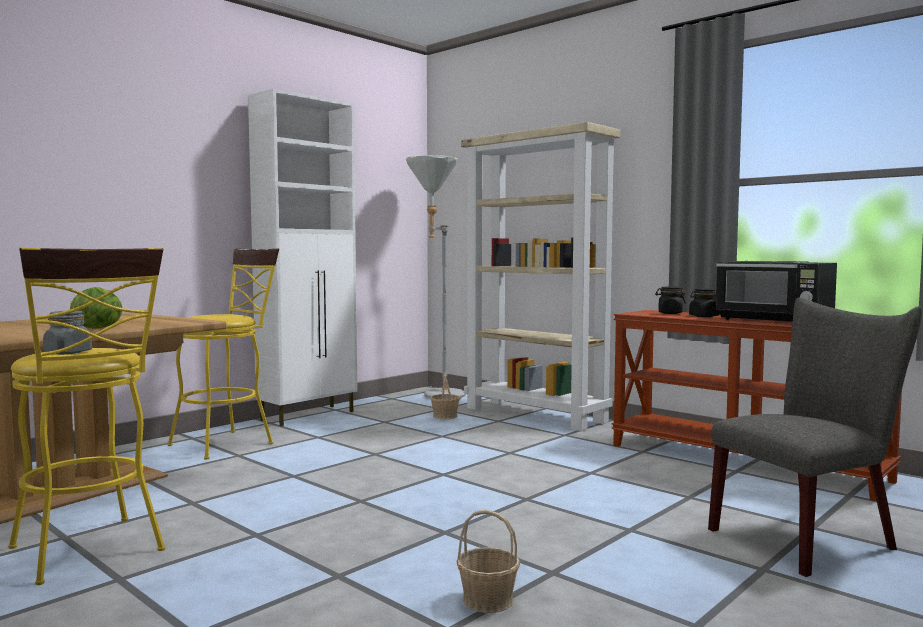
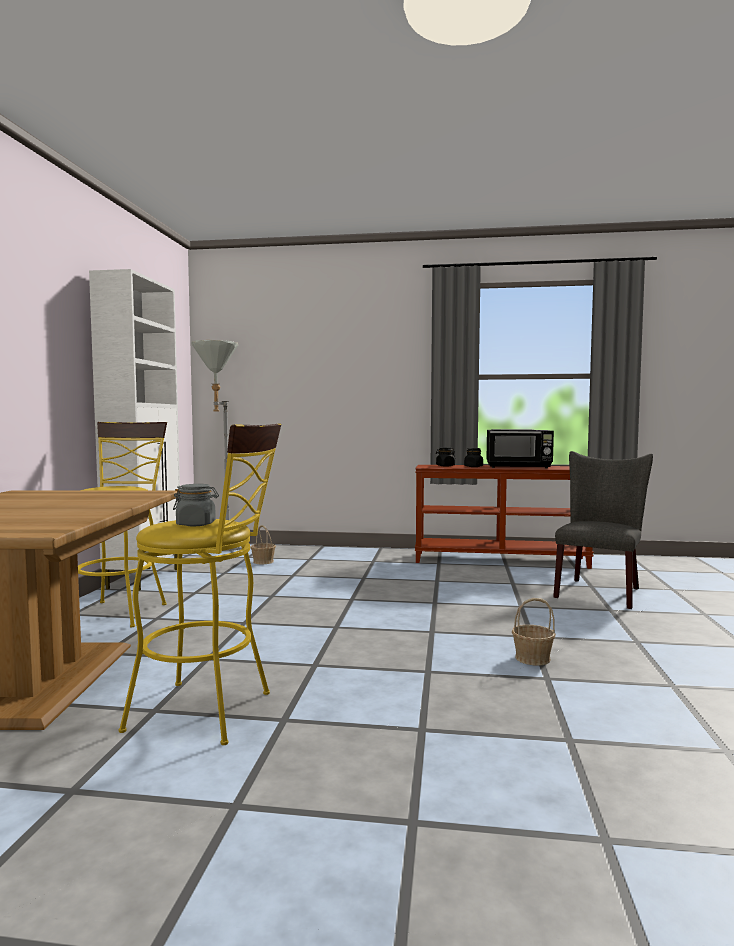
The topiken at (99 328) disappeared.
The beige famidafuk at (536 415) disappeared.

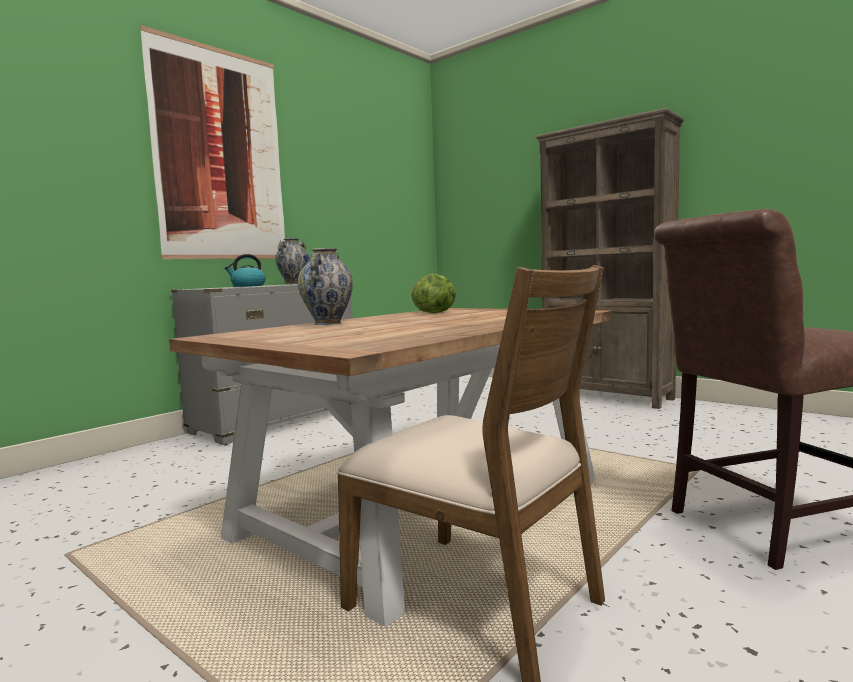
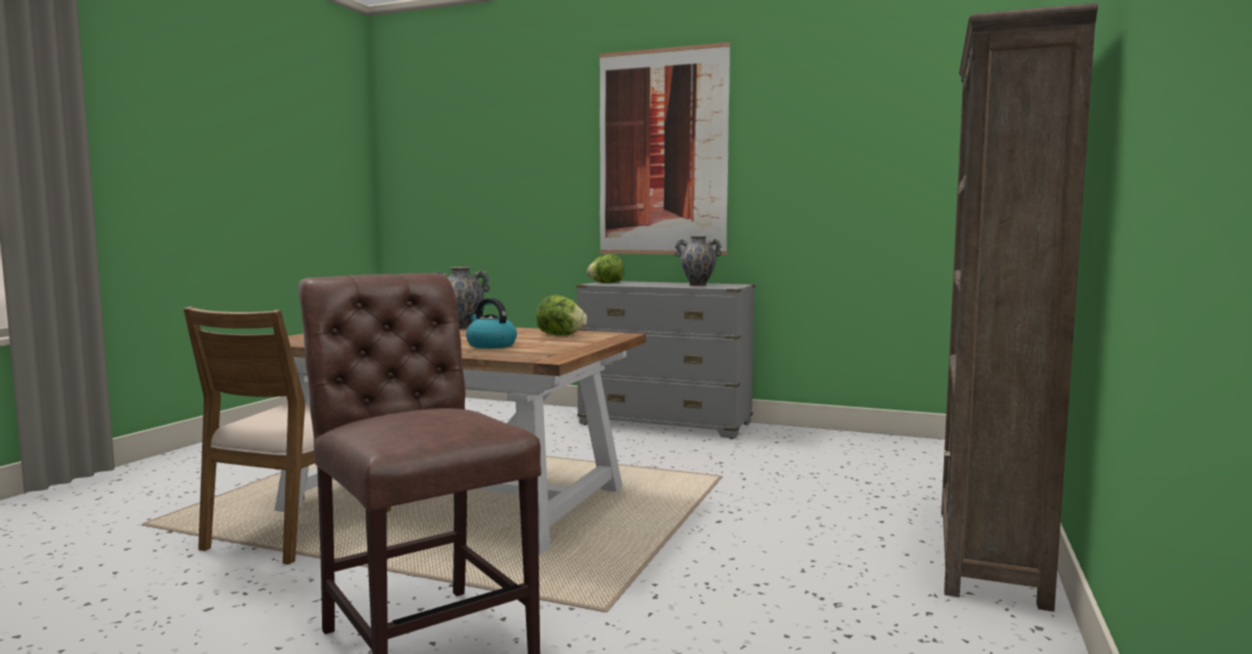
The topiken at (606 283) appeared.
The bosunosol moved from (247 286) to (490 345).

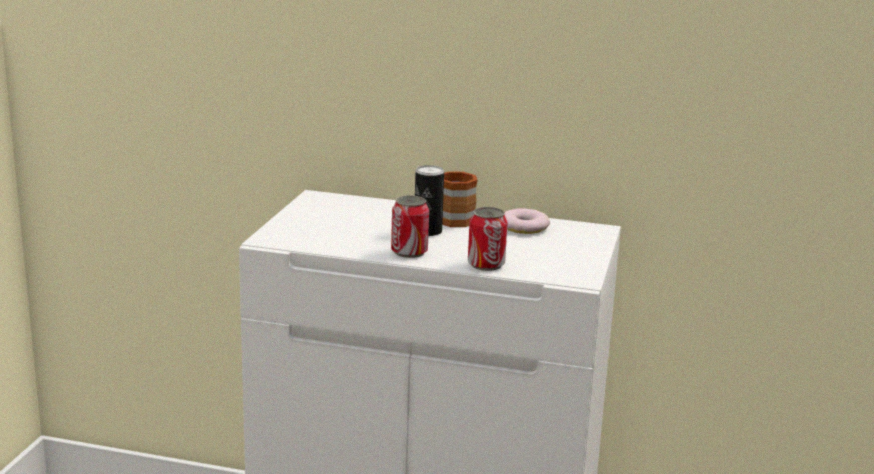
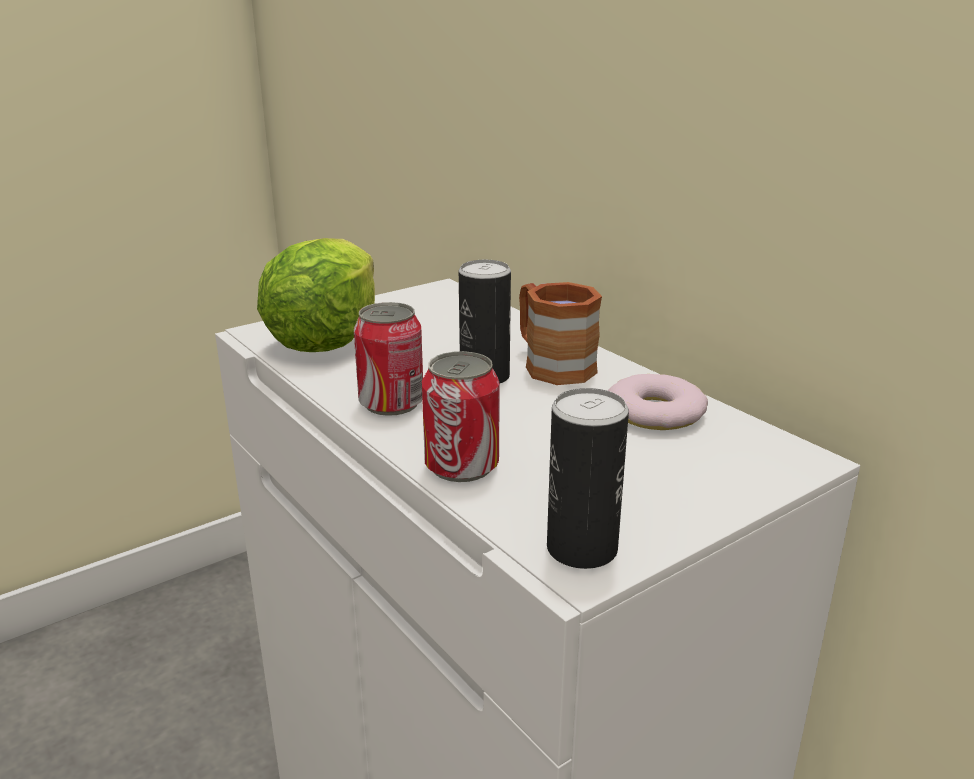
The topiken at (326 338) appeared.
The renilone at (582 549) appeared.

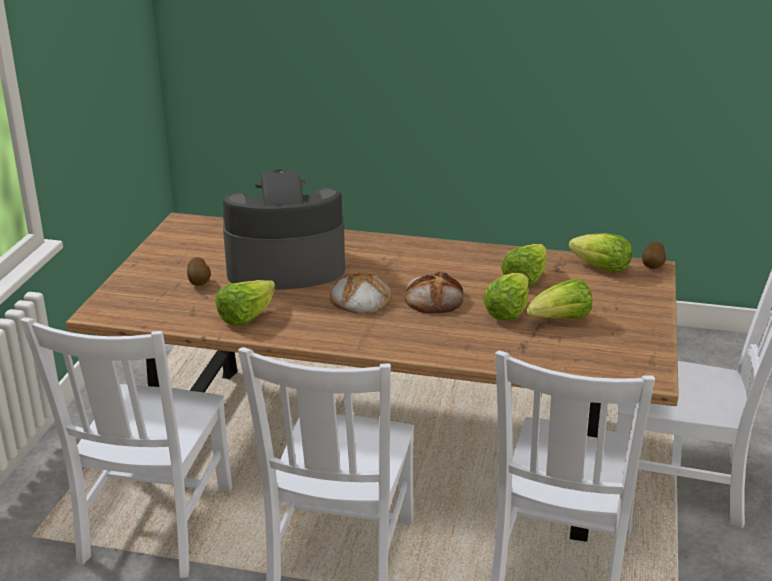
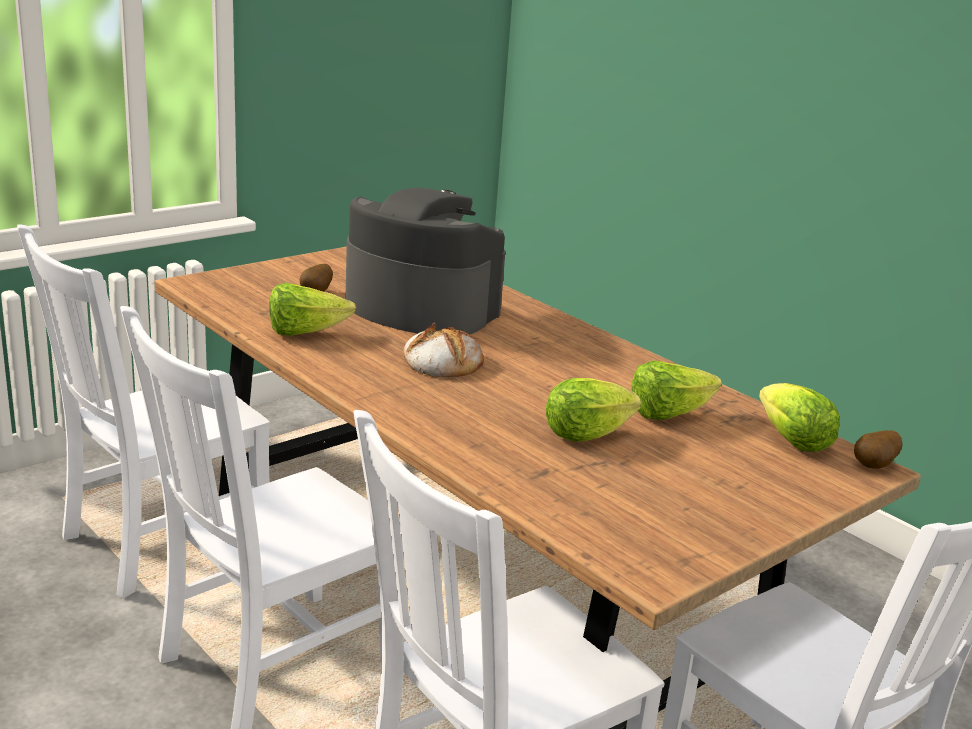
The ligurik at (434 299) disappeared.
The topiken at (560 320) disappeared.

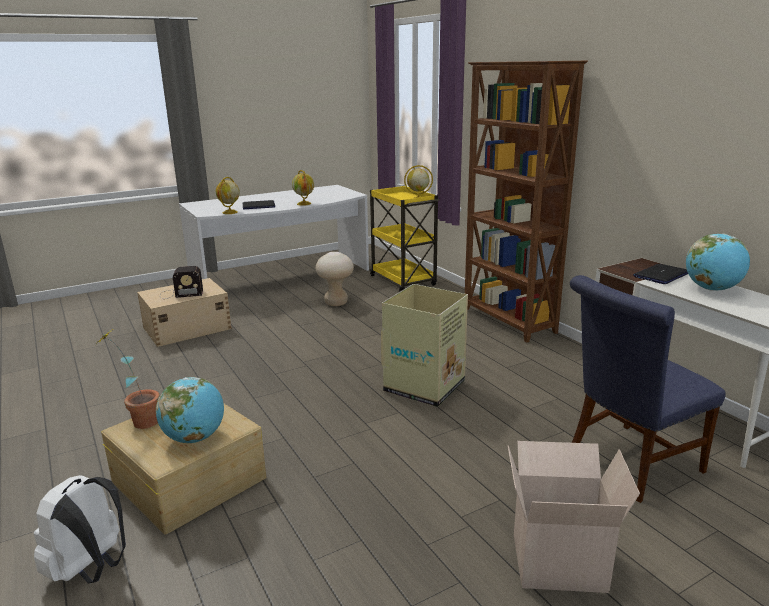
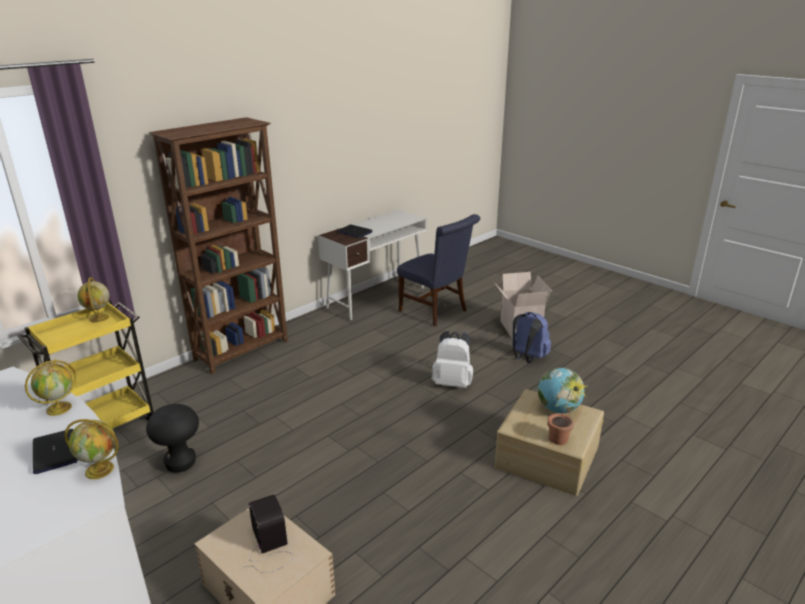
The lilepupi at (425 386) disappeared.
The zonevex at (712 289) disappeared.
The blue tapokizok at (527 358) appeared.
The white tapokizok moved from (91 568) to (452 383).
The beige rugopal at (336 303) became the black rugopal at (181 464).

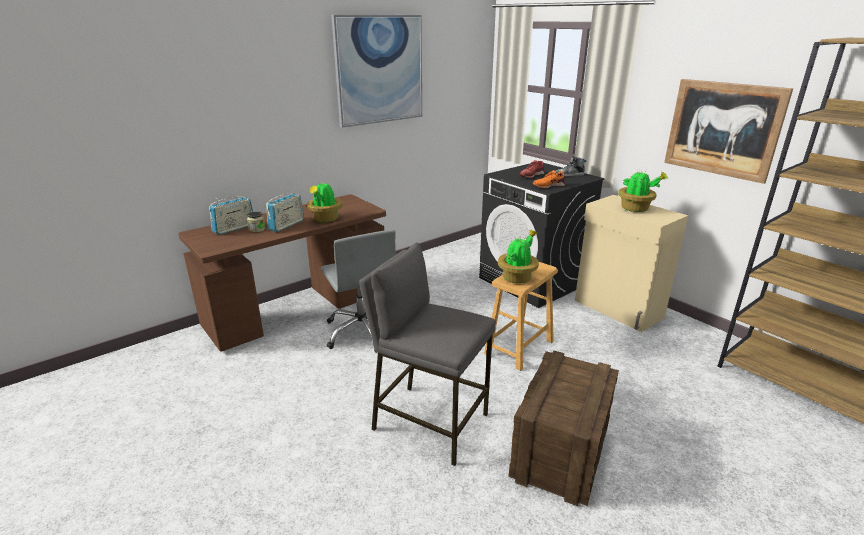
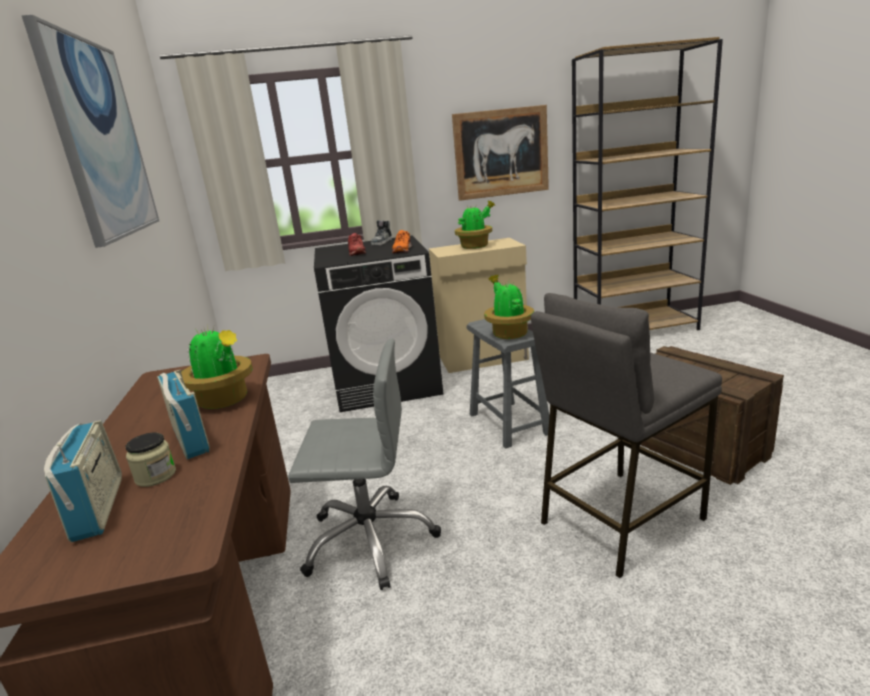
The brown rugopal at (519 347) became the grey rugopal at (509 424).

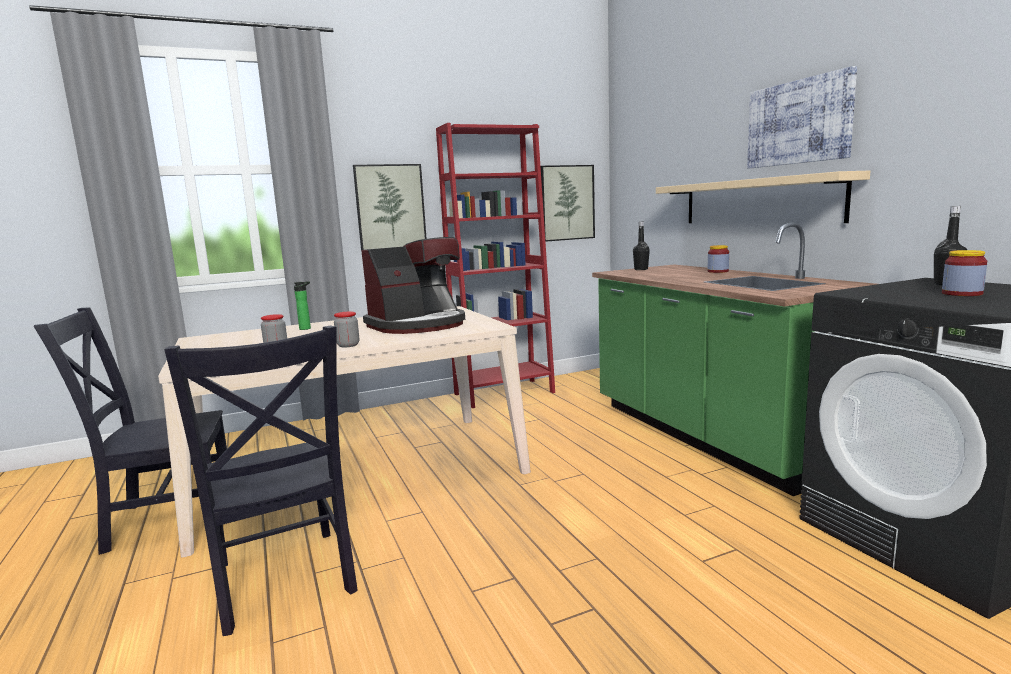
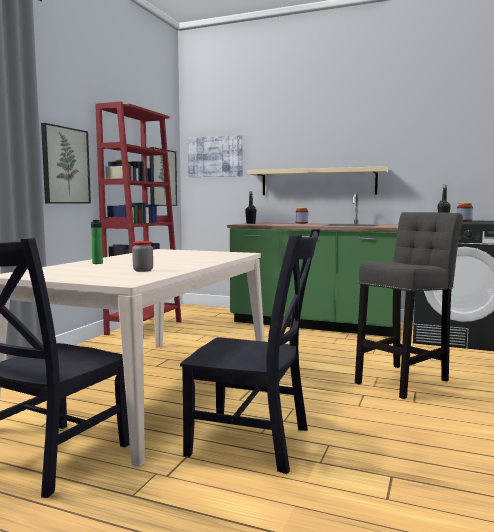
The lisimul at (348 345) disappeared.
The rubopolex at (418 325) disappeared.
The grey rugopal at (404 380) appeared.
The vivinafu moved from (798 122) to (215 156).

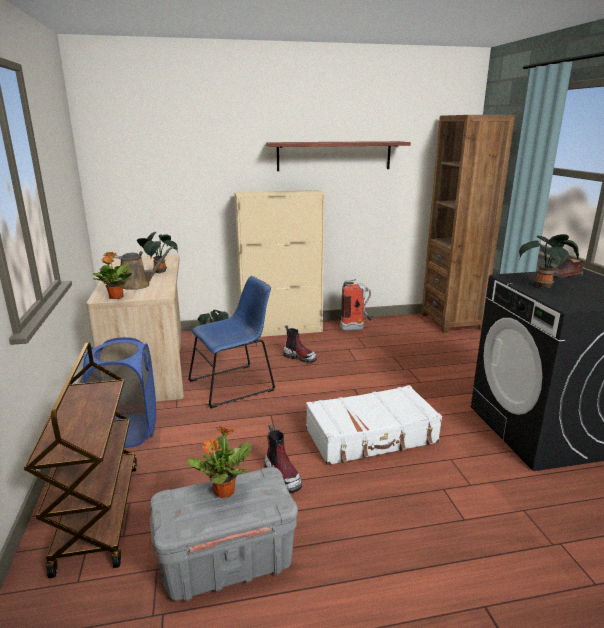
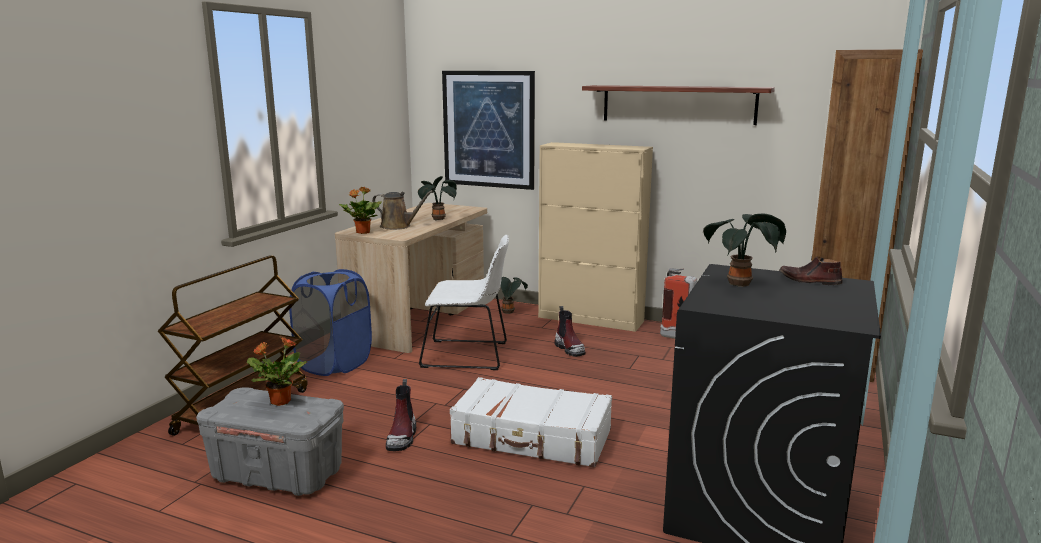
The vivinafu at (488 129) appeared.
The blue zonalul at (235 384) became the white zonalul at (469 355).

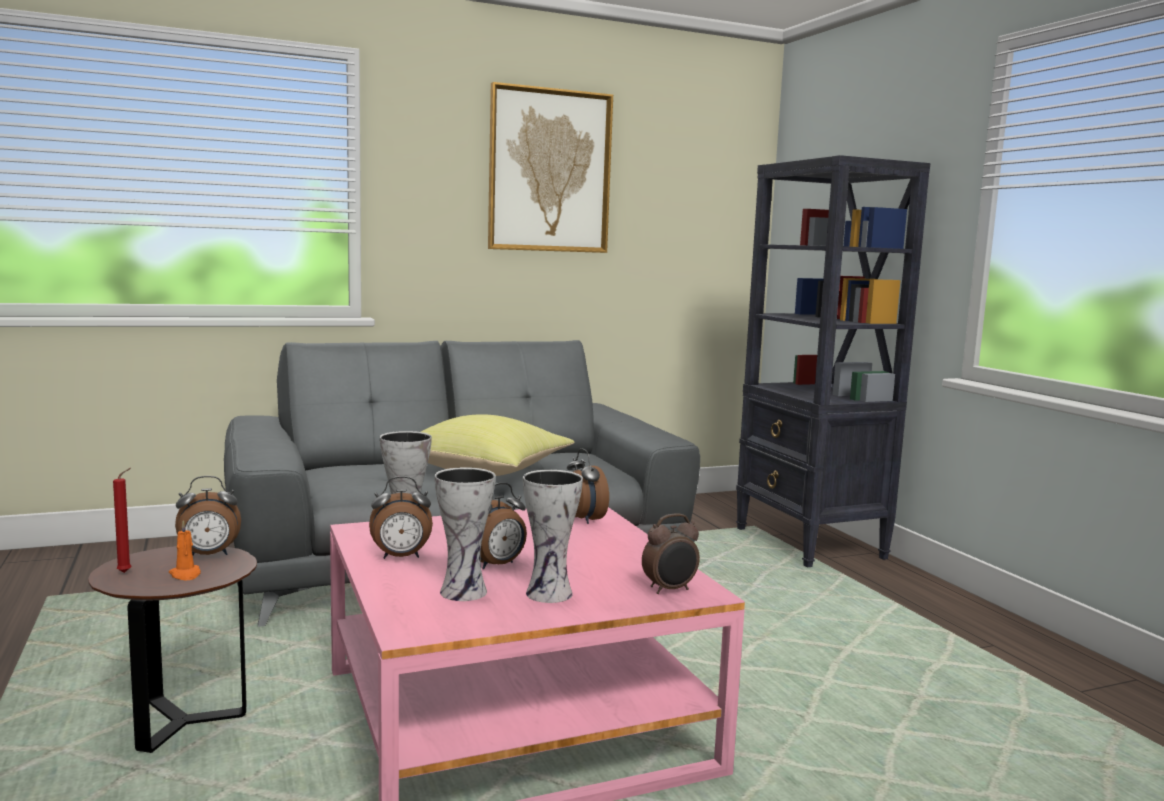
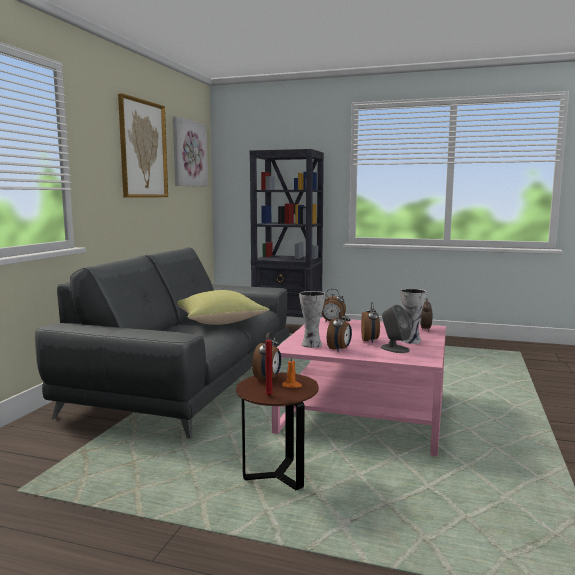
The vivinafu at (189 153) appeared.
The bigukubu at (465 591) was replaced by the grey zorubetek at (394 349).

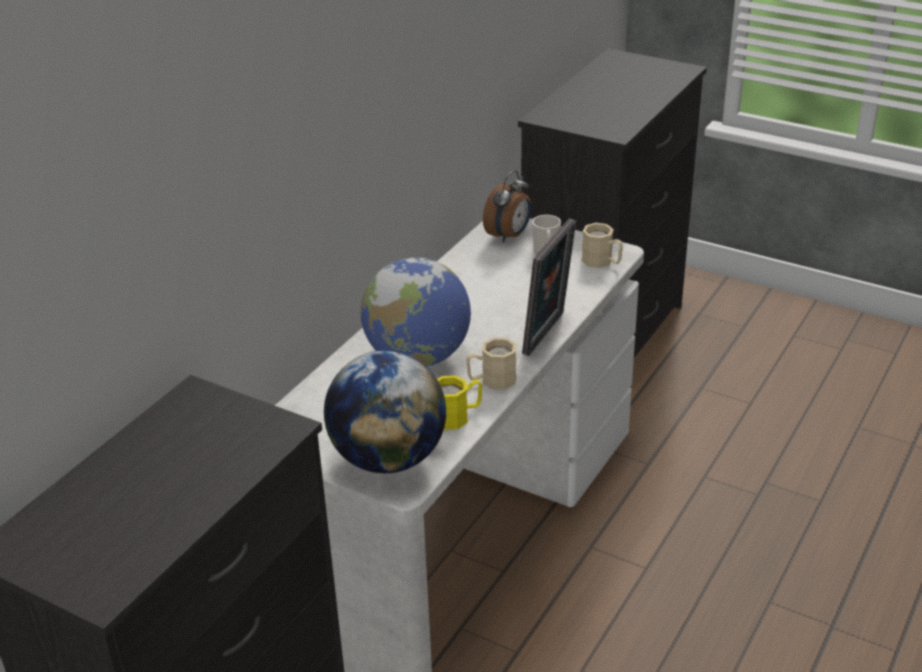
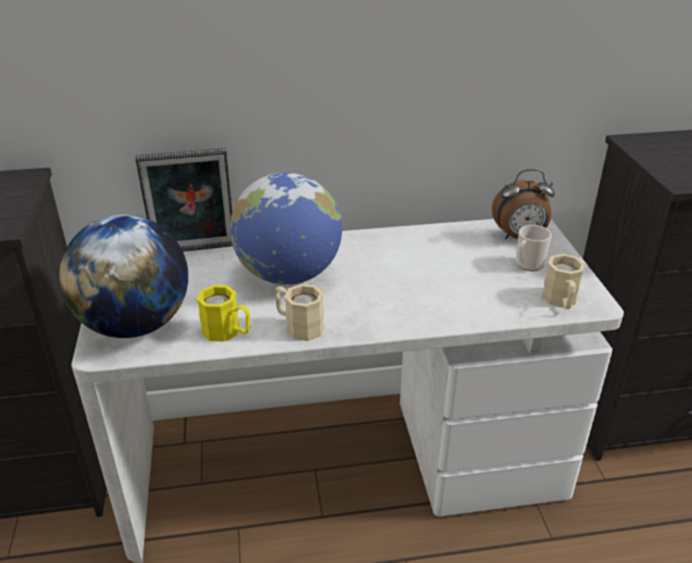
The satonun moved from (548 334) to (195 251).

